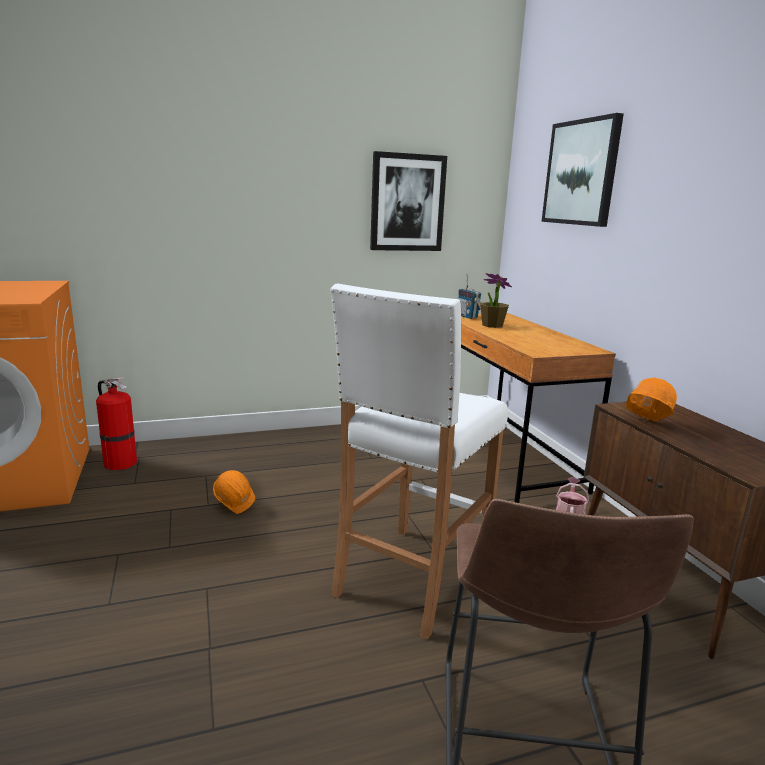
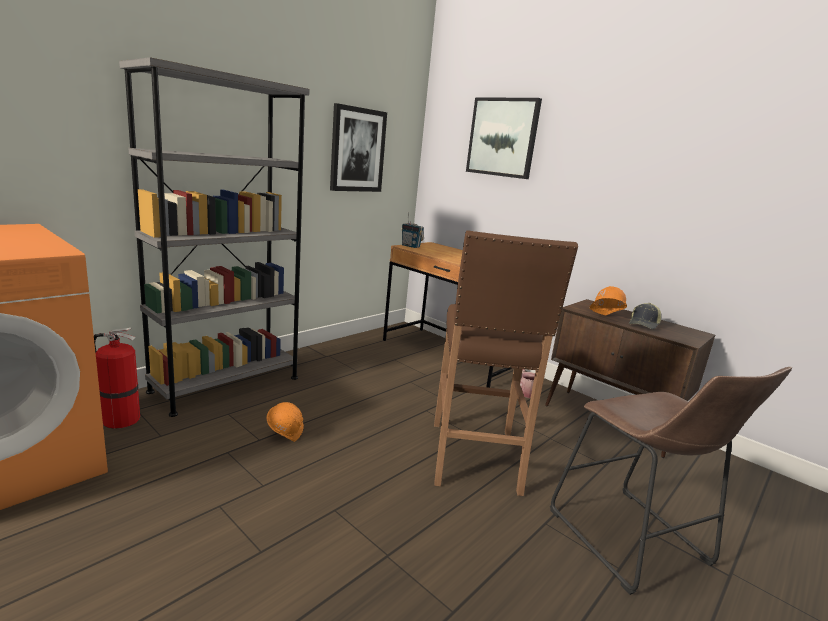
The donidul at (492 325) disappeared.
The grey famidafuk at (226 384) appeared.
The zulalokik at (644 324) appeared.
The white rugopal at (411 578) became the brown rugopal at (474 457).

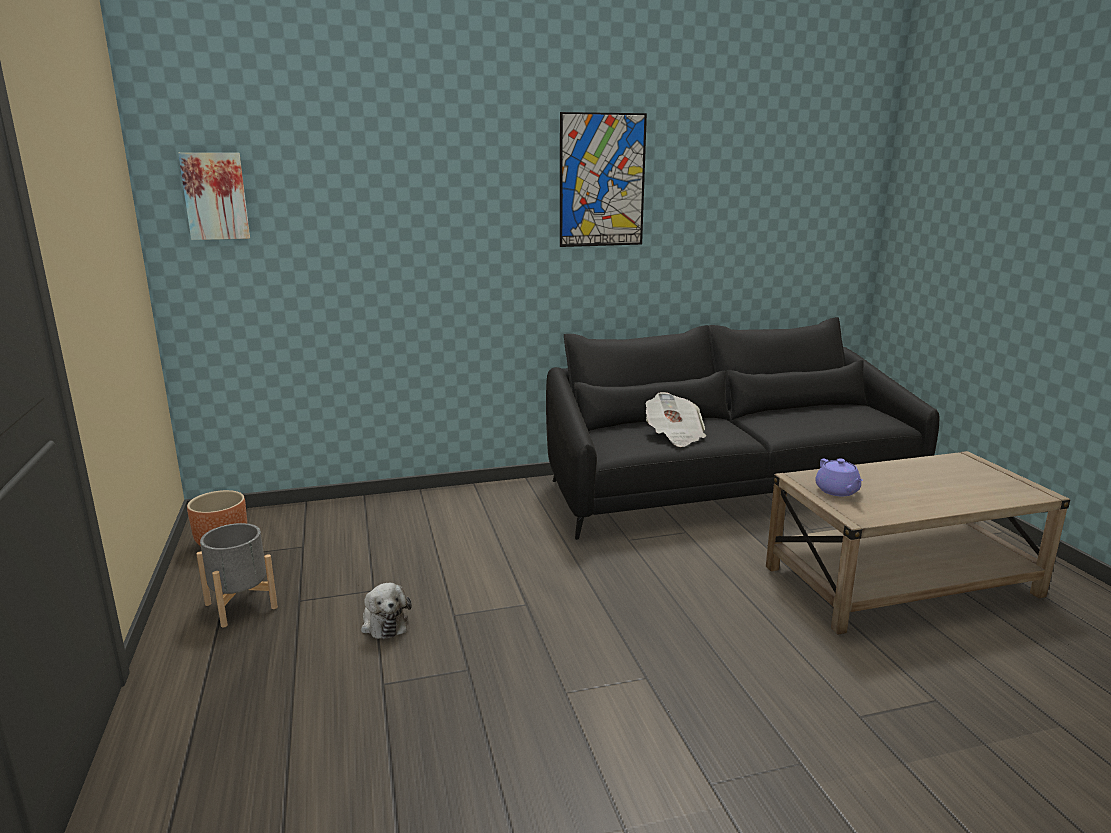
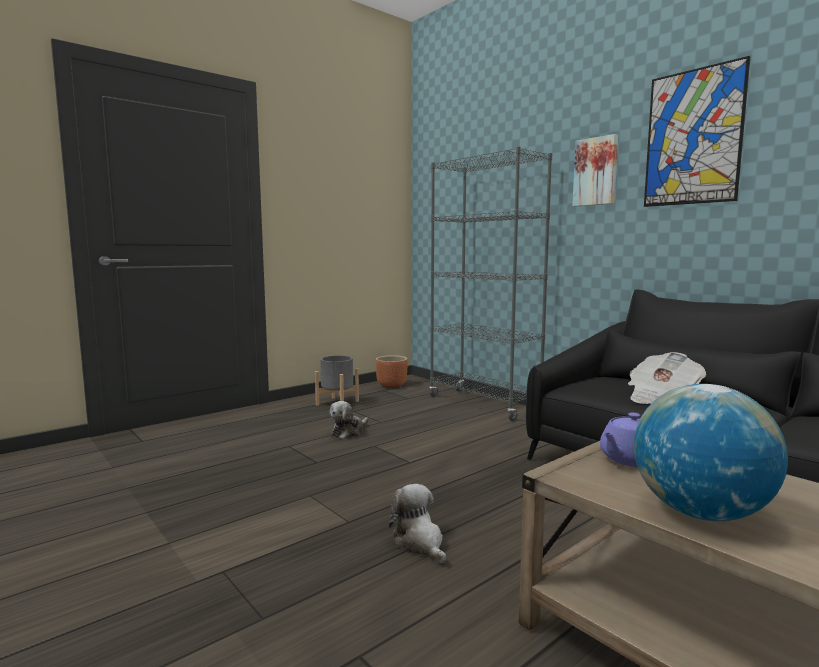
The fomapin at (419 543) appeared.
The grey famidafuk at (483 404) appeared.
The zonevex at (700 512) appeared.
The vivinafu moved from (215 196) to (596 172).

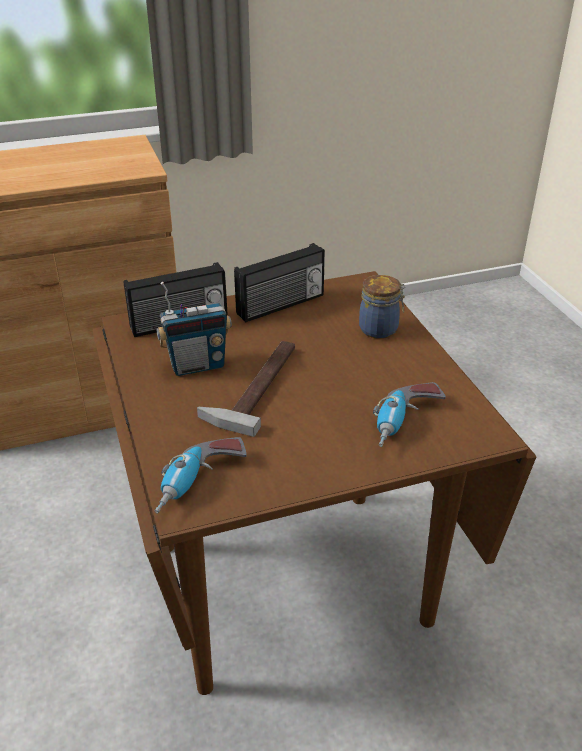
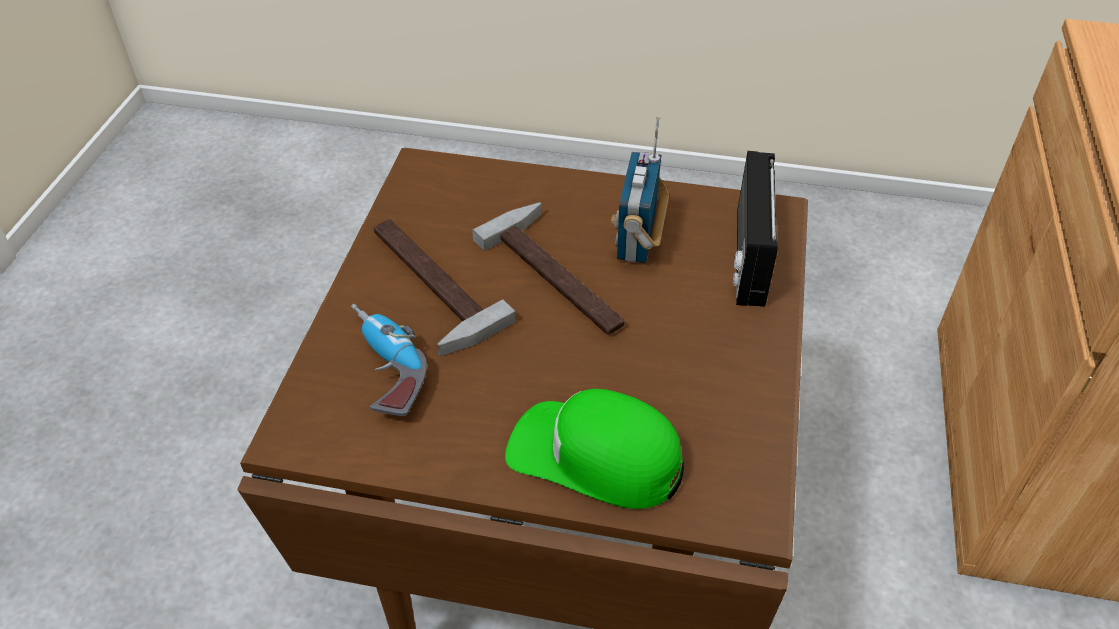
The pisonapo at (199 484) disappeared.
The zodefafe at (281 305) disappeared.
The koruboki at (425 285) appeared.
The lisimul at (380 329) was replaced by the green zulalokik at (595 457).

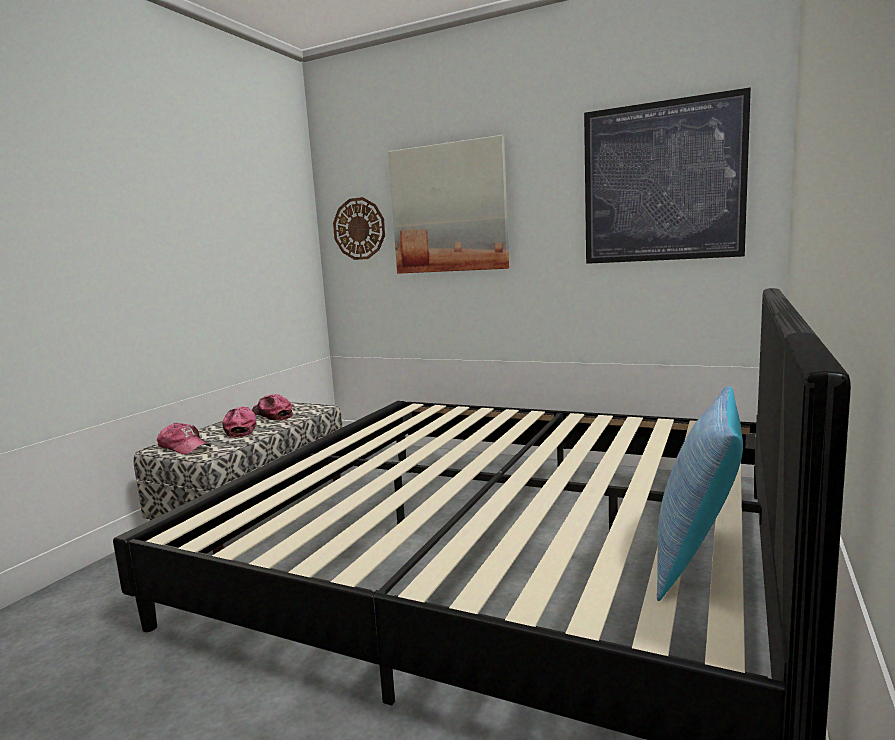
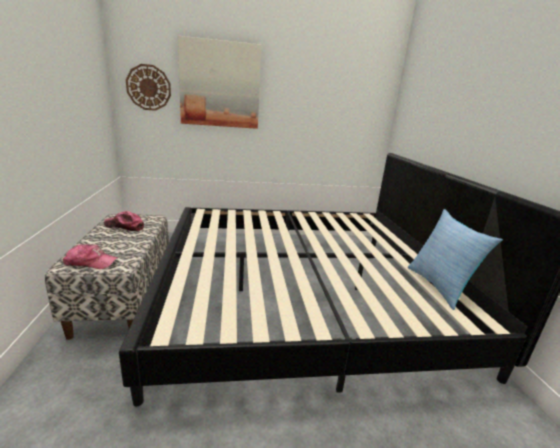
The zulalokik at (240 429) disappeared.
The vivinafu at (662 182) disappeared.

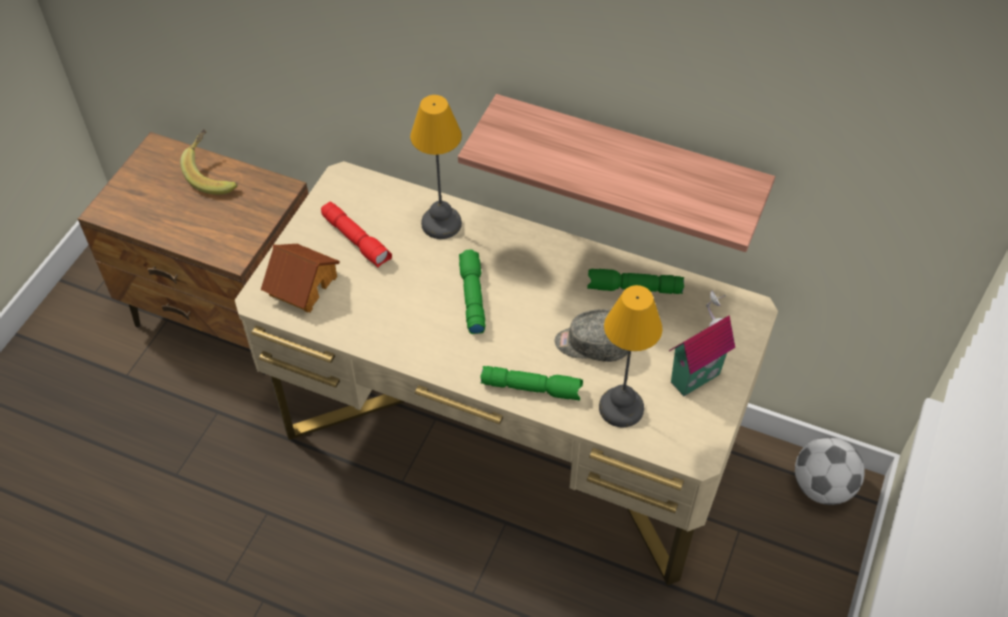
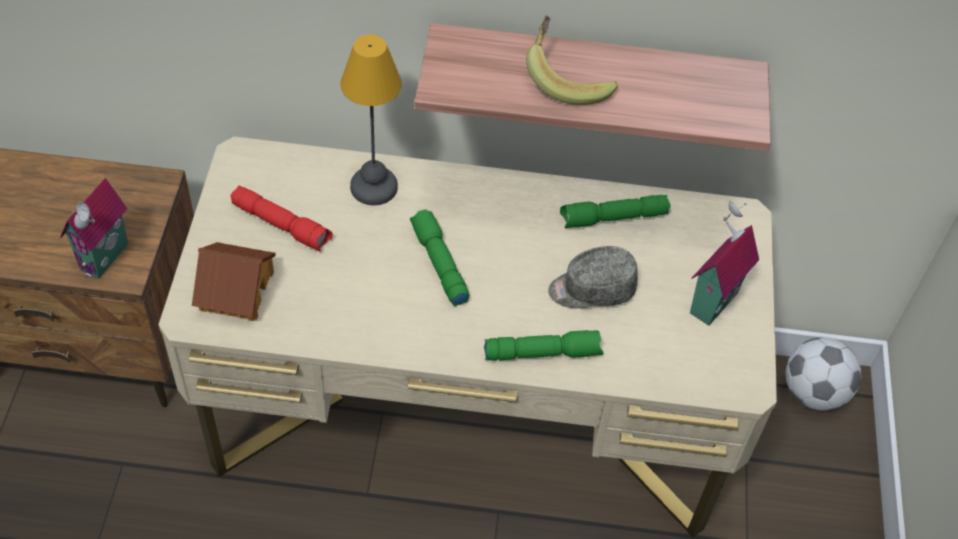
The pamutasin at (622 408) disappeared.
The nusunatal at (107 259) appeared.
The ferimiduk moved from (214 174) to (567 78).

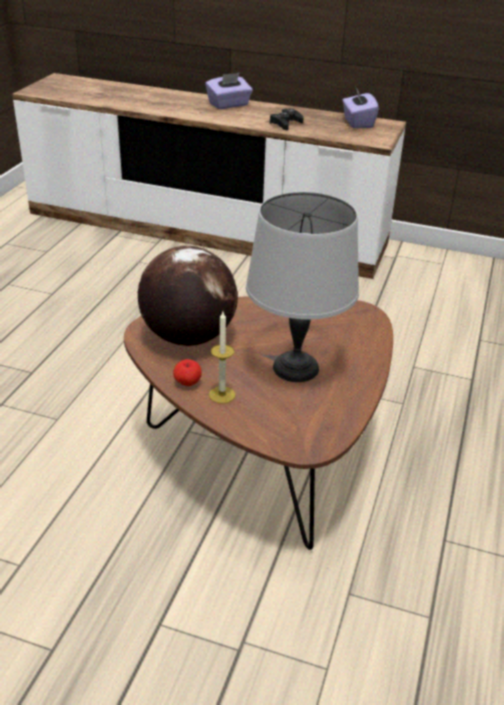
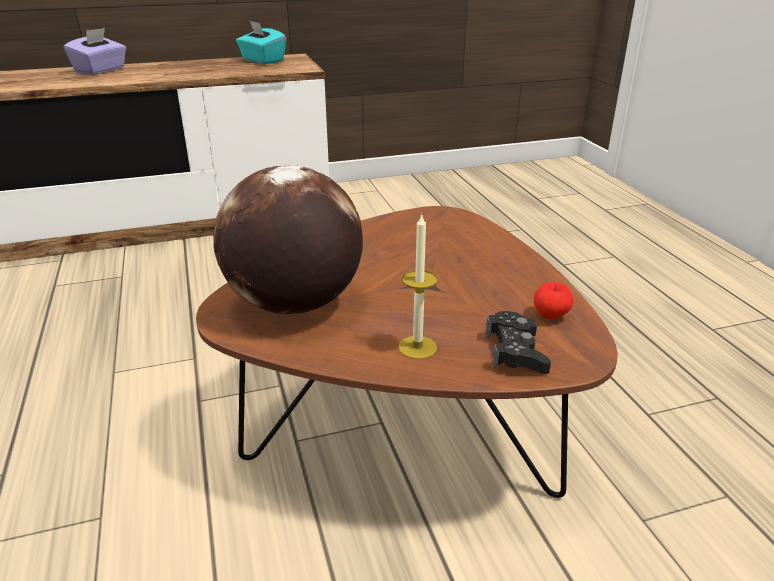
The grey pamutasin at (297 368) disappeared.
The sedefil moved from (187 383) to (550 316).
The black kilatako moved from (285 124) to (515 352).
The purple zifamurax at (357 122) became the turquoise zifamurax at (262 60).

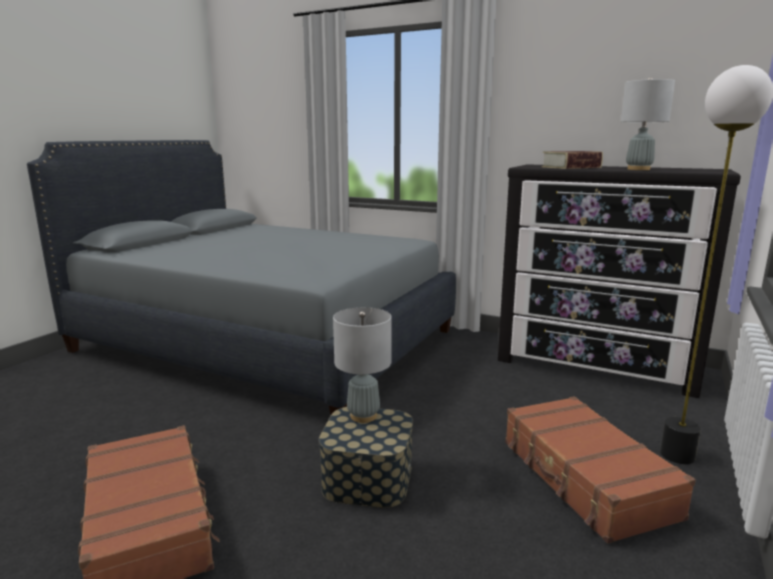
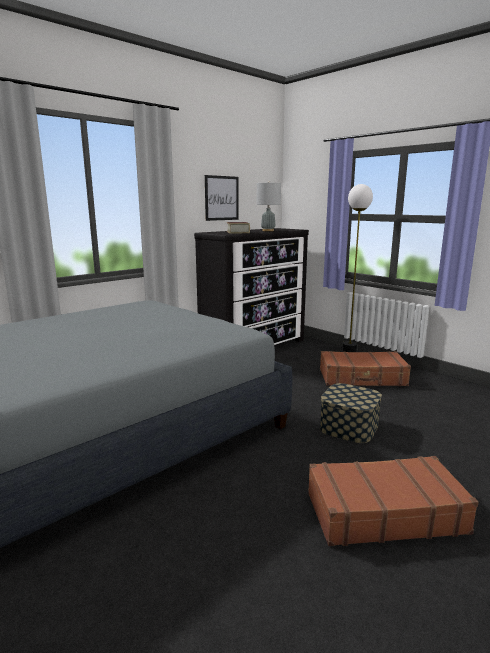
The grey pamutasin at (363 416) disappeared.
The vivinafu at (221 198) appeared.

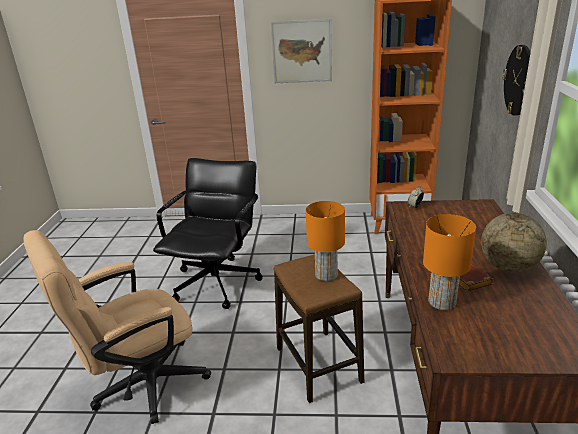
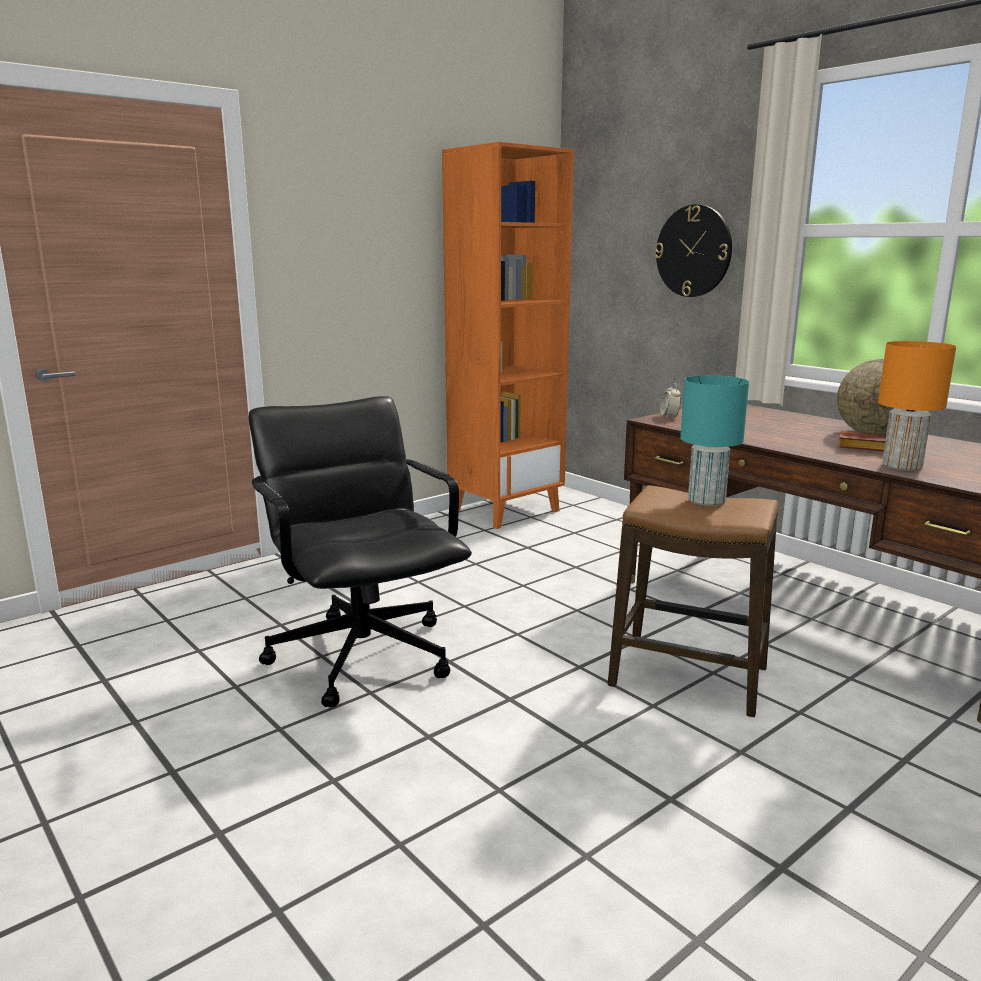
The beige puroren at (139 386) disappeared.
The vivinafu at (302 51) disappeared.
The orange pamutasin at (326 274) became the turquoise pamutasin at (705 500).

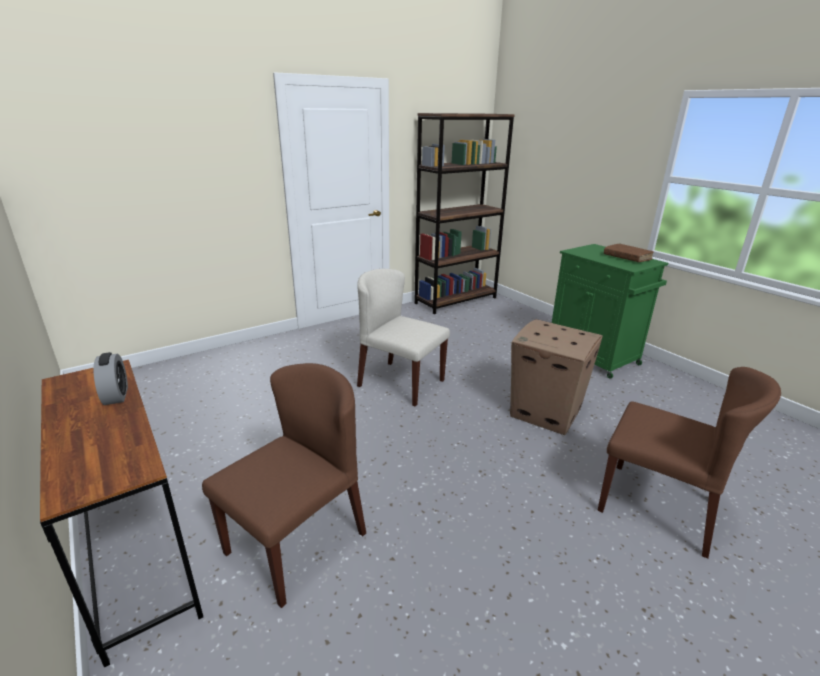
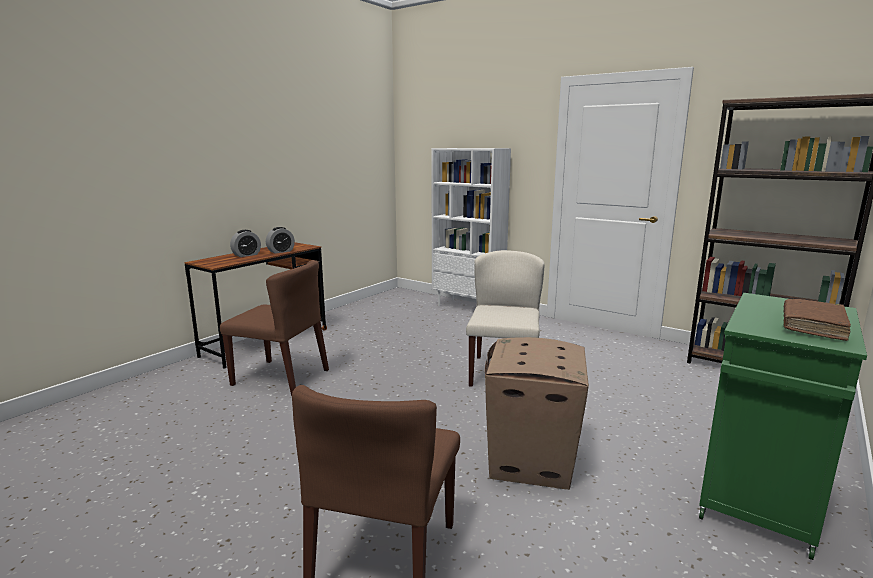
The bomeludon at (246 255) appeared.
The white famidafuk at (468 307) appeared.

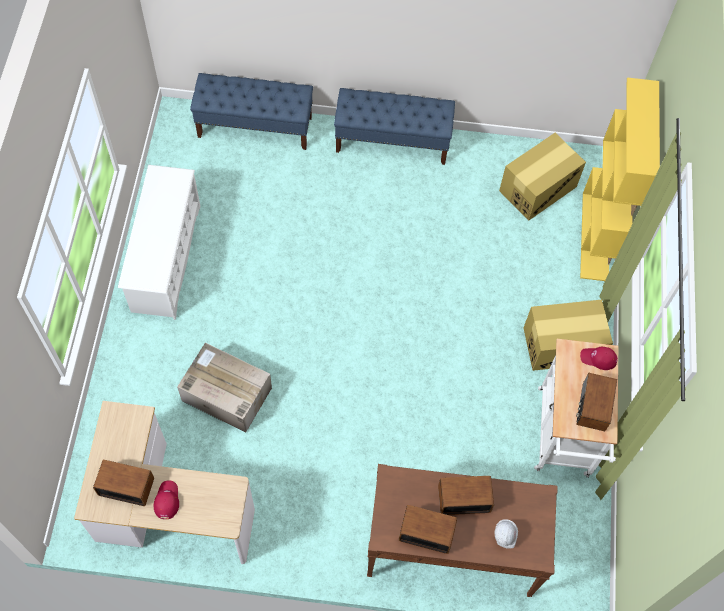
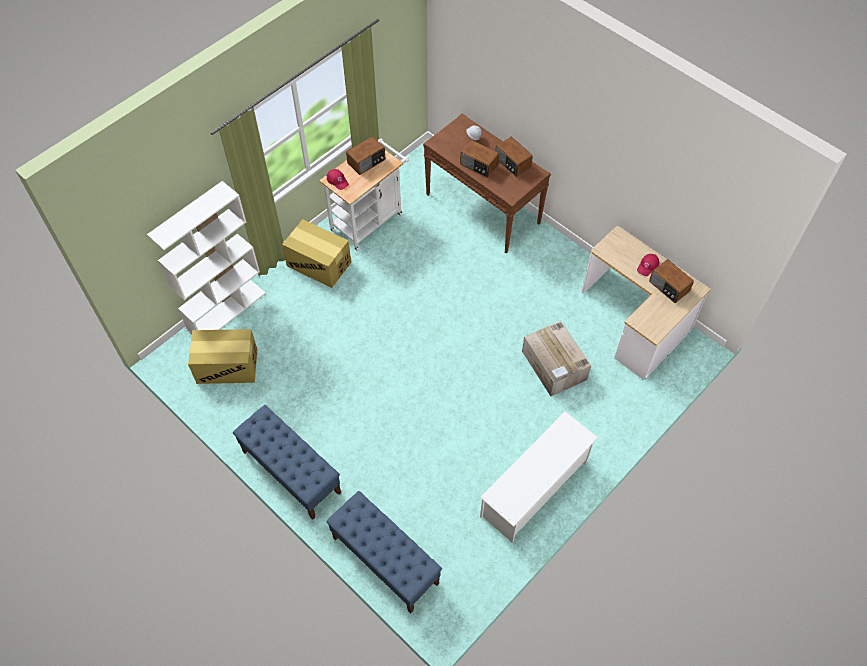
The yellow famidafuk at (596 237) became the white famidafuk at (226 310).

